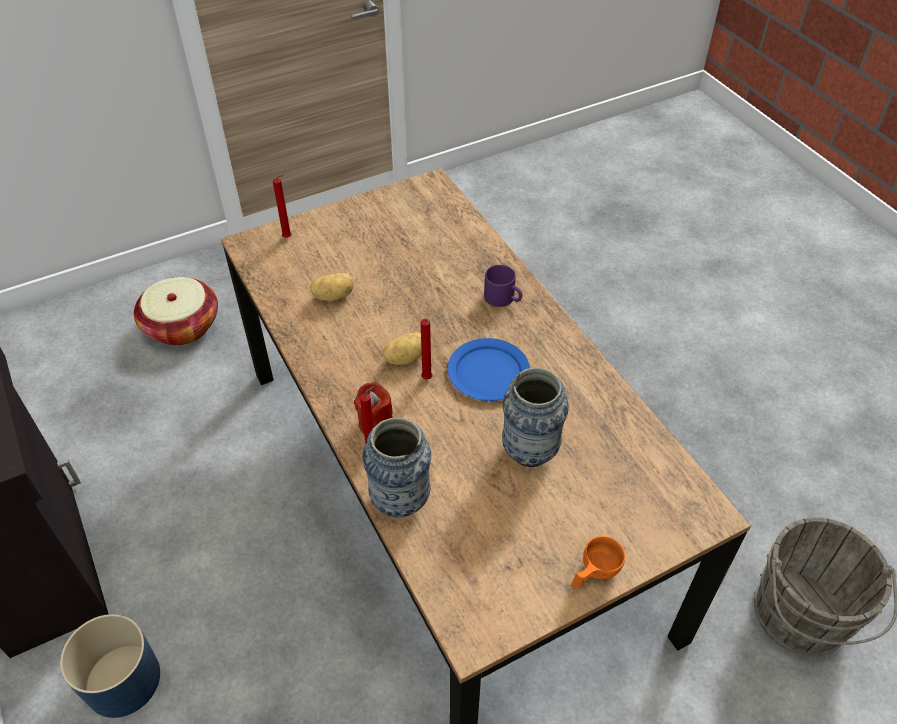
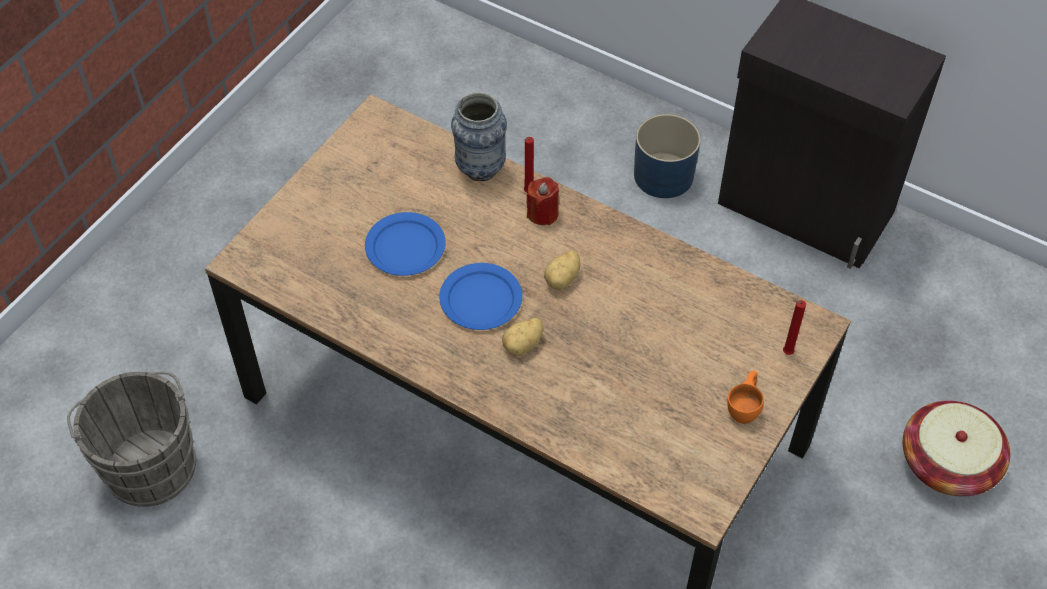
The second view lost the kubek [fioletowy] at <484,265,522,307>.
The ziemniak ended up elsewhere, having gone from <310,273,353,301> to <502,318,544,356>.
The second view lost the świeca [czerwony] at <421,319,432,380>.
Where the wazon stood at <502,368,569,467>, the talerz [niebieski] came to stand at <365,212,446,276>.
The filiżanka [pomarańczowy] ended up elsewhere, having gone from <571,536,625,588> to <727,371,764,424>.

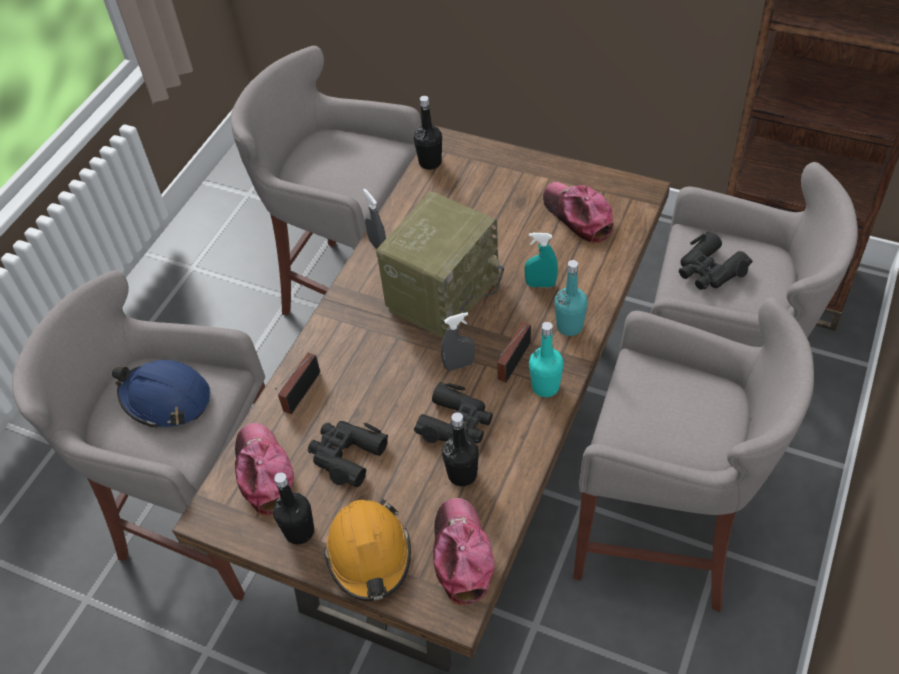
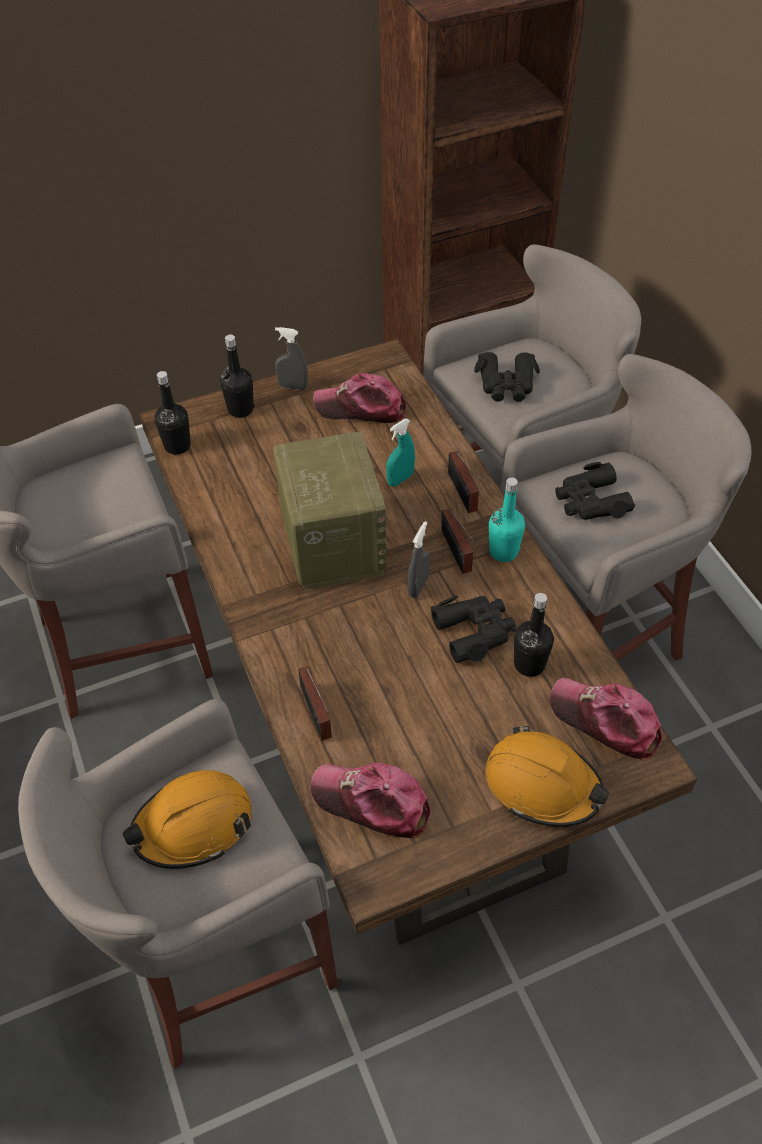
The spryskiwacz [szary] ended up elsewhere, having gone from <363,189,386,249> to <275,327,308,390>.
Where the butelka [turkusowy] stood at <554,260,588,336>, the radio came to stand at <448,451,481,513>.
What was the kask [niebieski] at <112,360,210,428> turned into the kask [pomarańczowy] at <123,770,252,869>.
The lornetka [czarny] ended up elsewhere, having gone from <307,421,388,487> to <555,462,635,520>.
The butelka [czarny] ended up elsewhere, having gone from <273,472,314,545> to <220,335,254,418>.

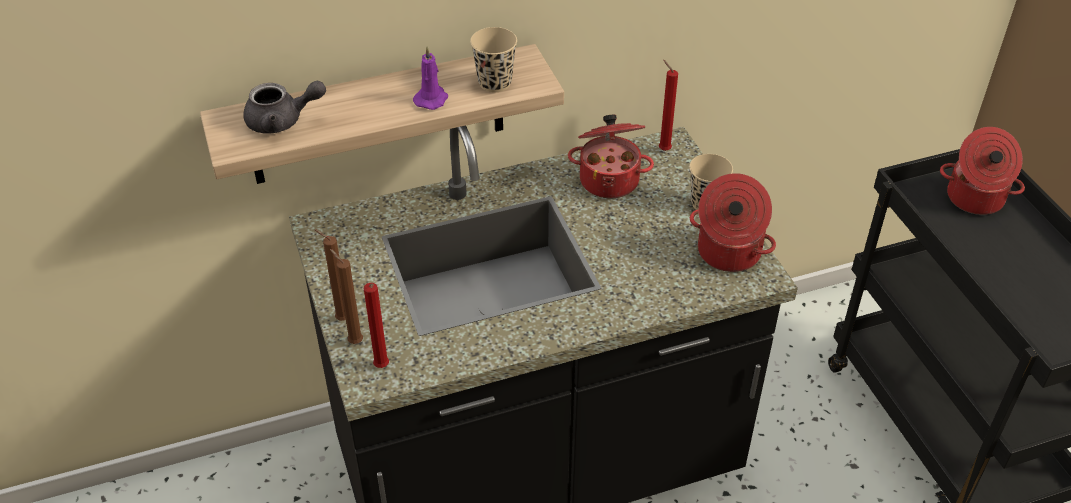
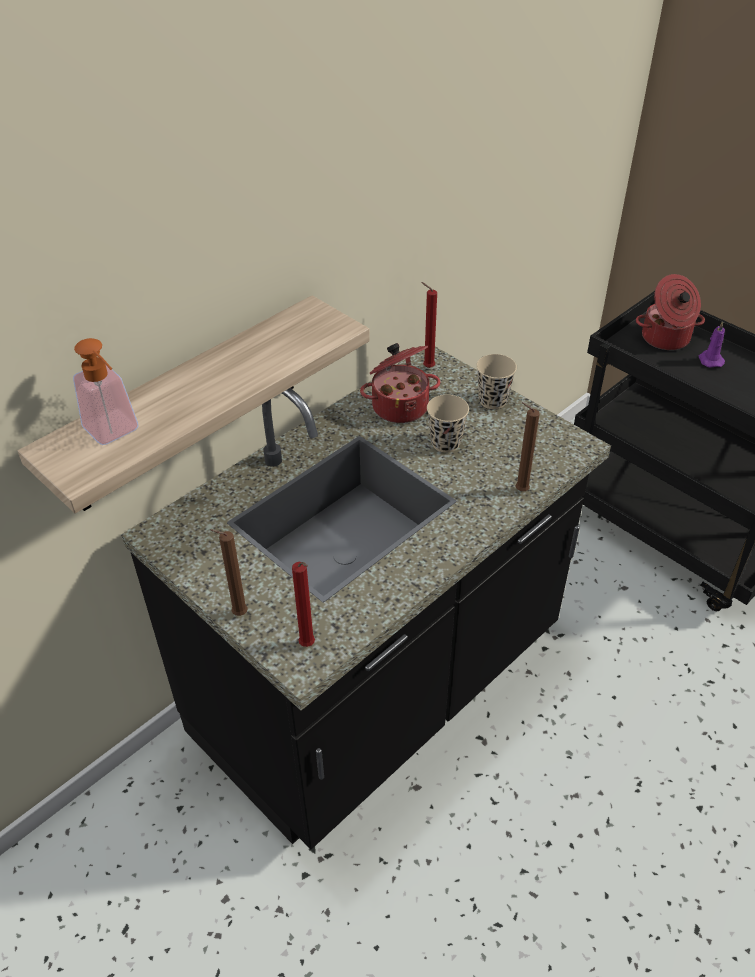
The filiżanka [beżowy] ended up elsewhere, having gone from <470,27,517,92> to <427,395,469,452>.
The świeca [fioletowy] ended up elsewhere, having gone from <413,46,448,110> to <699,321,725,368>.
Where the imbryk [szary] stood at <243,81,326,134>, the dozownik mydła came to stand at <73,338,139,445>.
The second view lost the garnek at <690,173,776,272>.
The świeca [brązowy] ended up elsewhere, having gone from <330,249,363,344> to <516,402,540,491>.

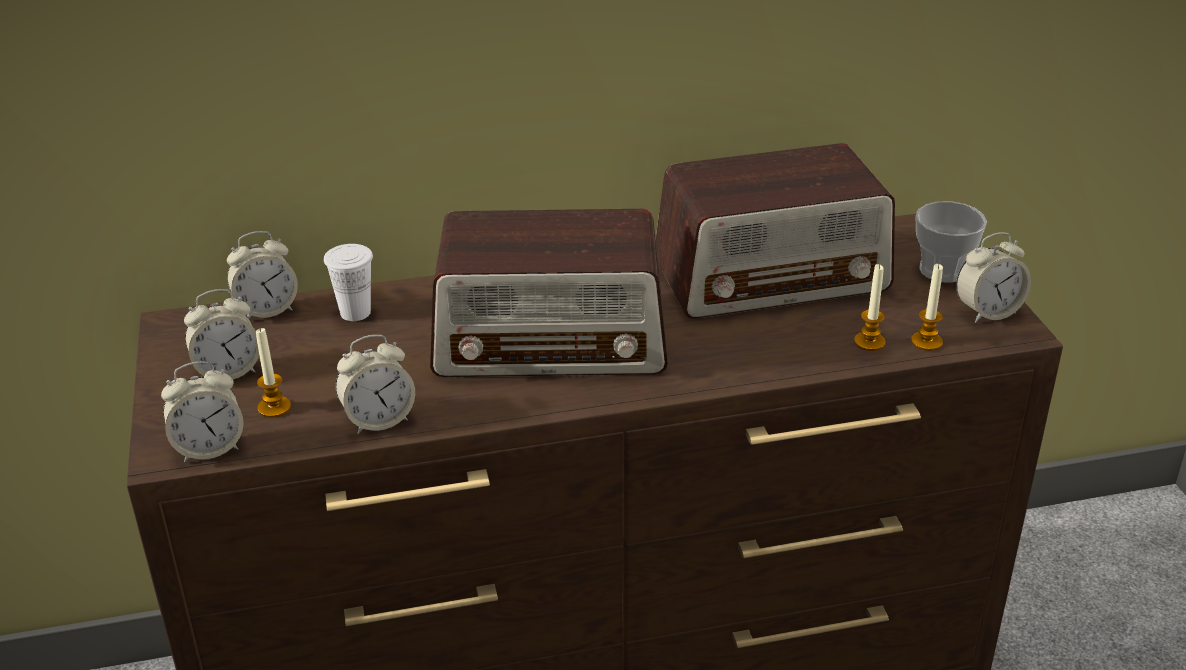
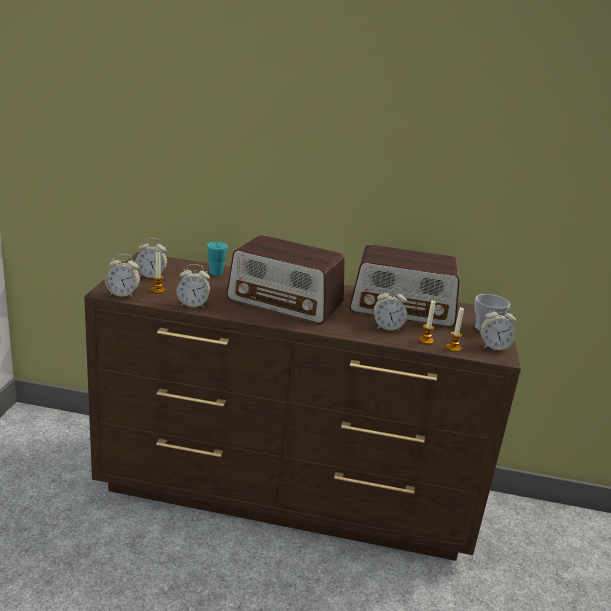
The budzik ended up elsewhere, having gone from <227,231,298,318> to <373,287,407,331>.
What was the filiżanka [biały] at <324,244,373,321> turned into the filiżanka [turkusowy] at <207,242,228,276>.

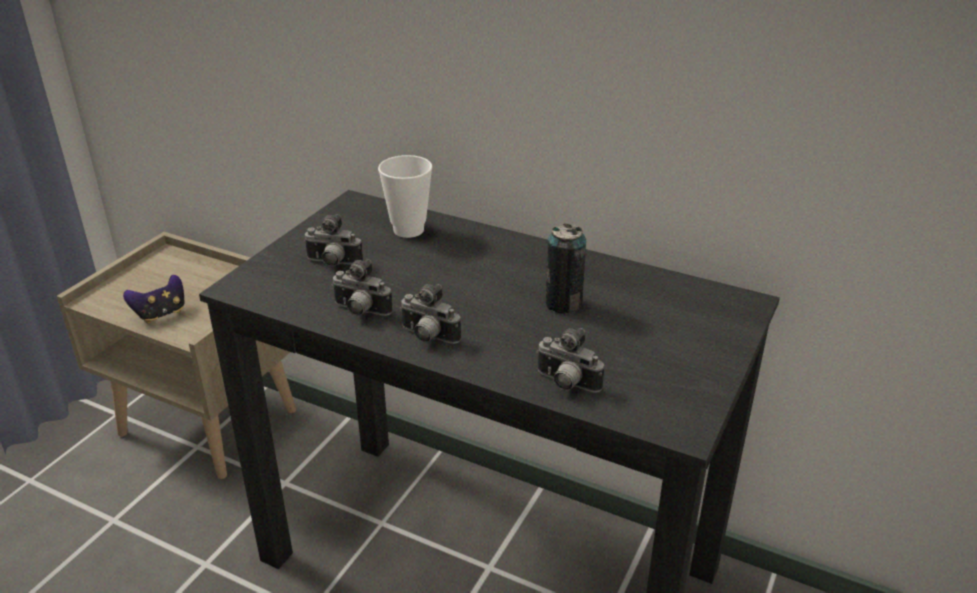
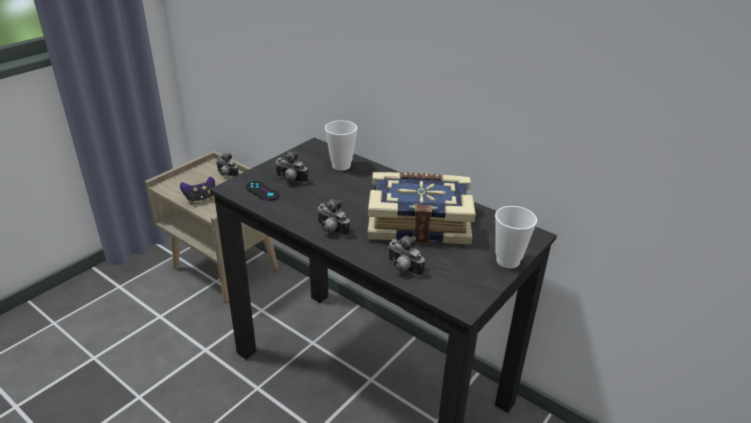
Where the puszka stood at <545,224,586,314>, the książka came to stand at <367,172,476,245>.
The aparat fotograficzny ended up elsewhere, having gone from <331,259,393,316> to <216,153,239,177>.
The second view gained the pad do gier [czarny] at <245,181,280,201>.
The second view gained the filiżanka at <495,206,537,269>.

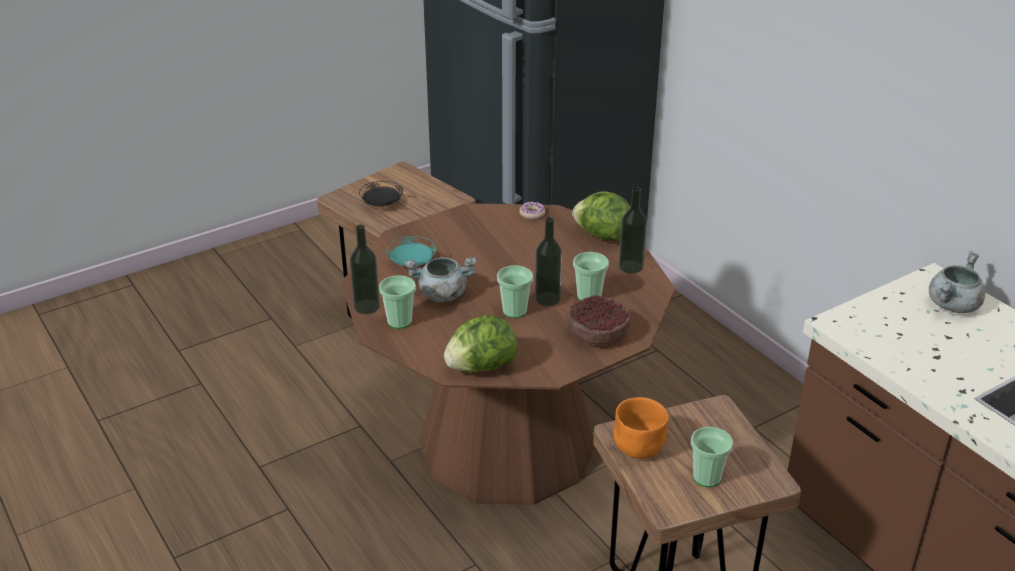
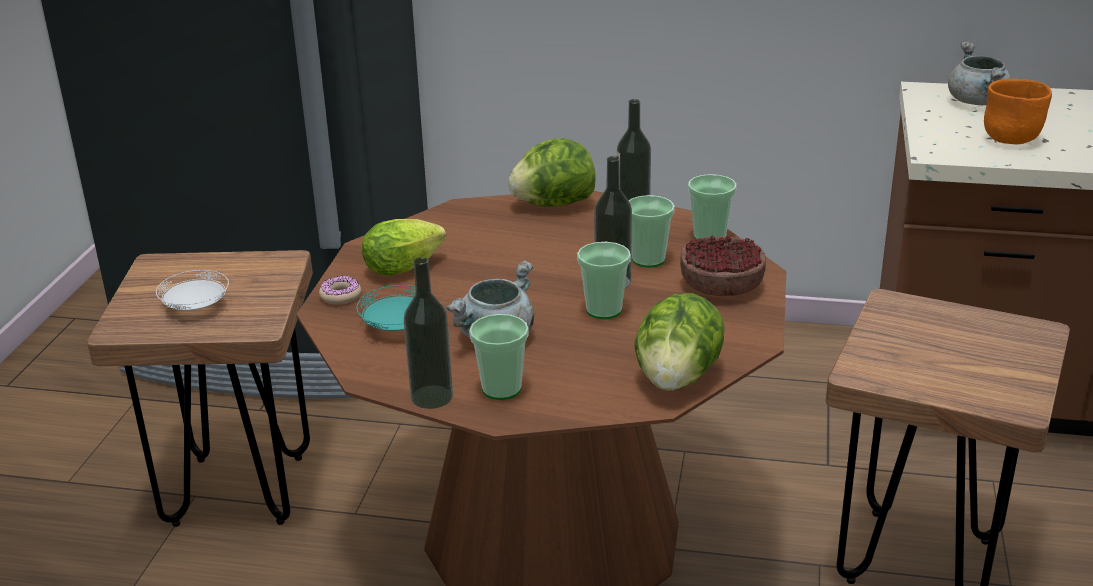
What was the talerz [czarny] at <359,181,403,206> turned into the talerz [biały] at <156,270,229,310>.
The donut ended up elsewhere, having gone from <519,201,545,220> to <319,276,361,305>.
The miska [pomarańczowy] ended up elsewhere, having gone from <613,397,669,459> to <984,79,1052,144>.
The filiżanka ended up elsewhere, having gone from <691,427,733,487> to <688,174,737,239>.
The second view gained the sałata at <362,219,446,276>.

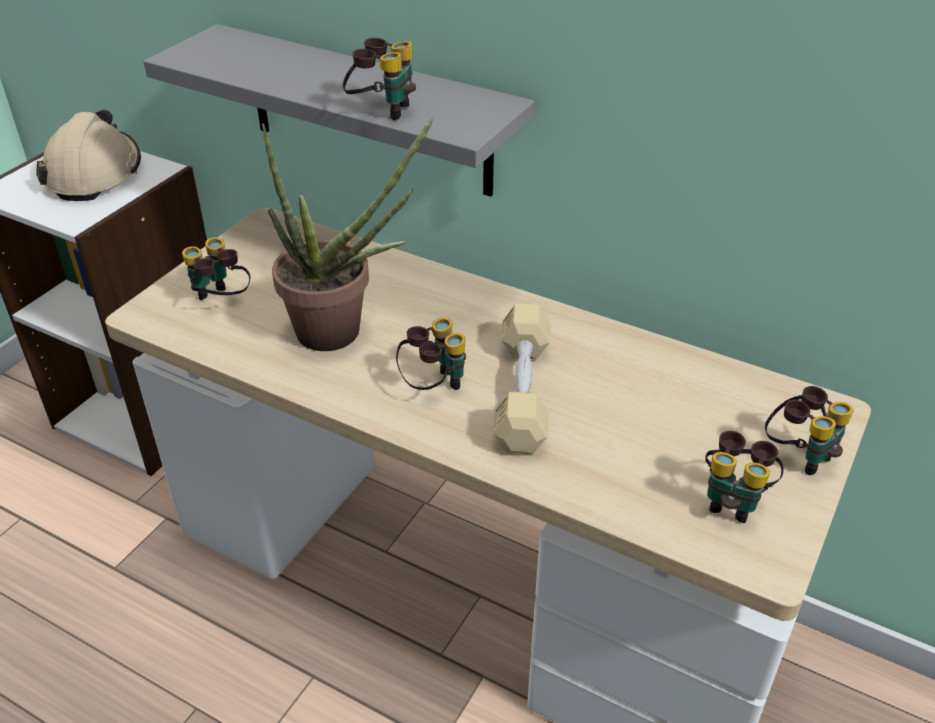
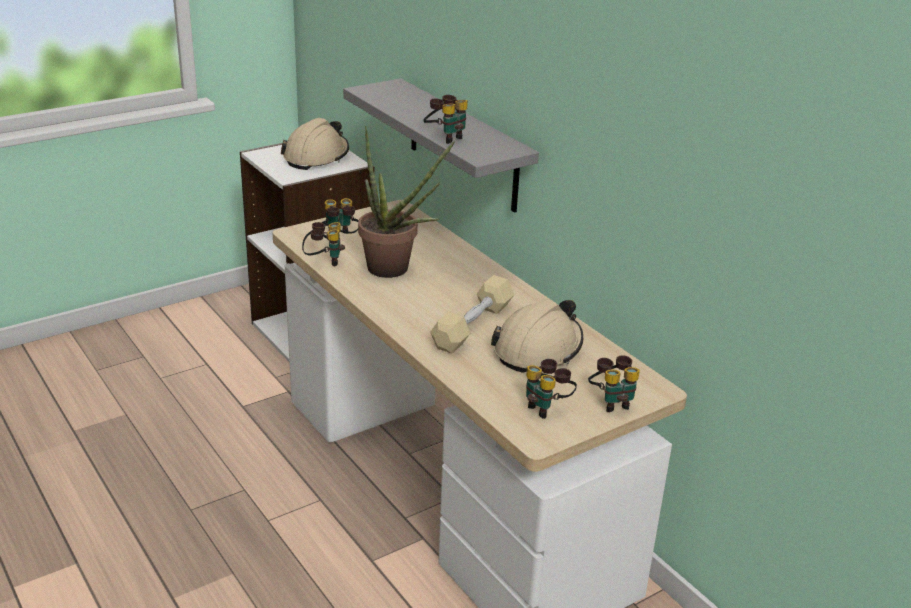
The lornetka ended up elsewhere, having gone from <396,317,466,390> to <302,222,345,266>.
The second view gained the kask [beżowy] at <491,299,583,373>.

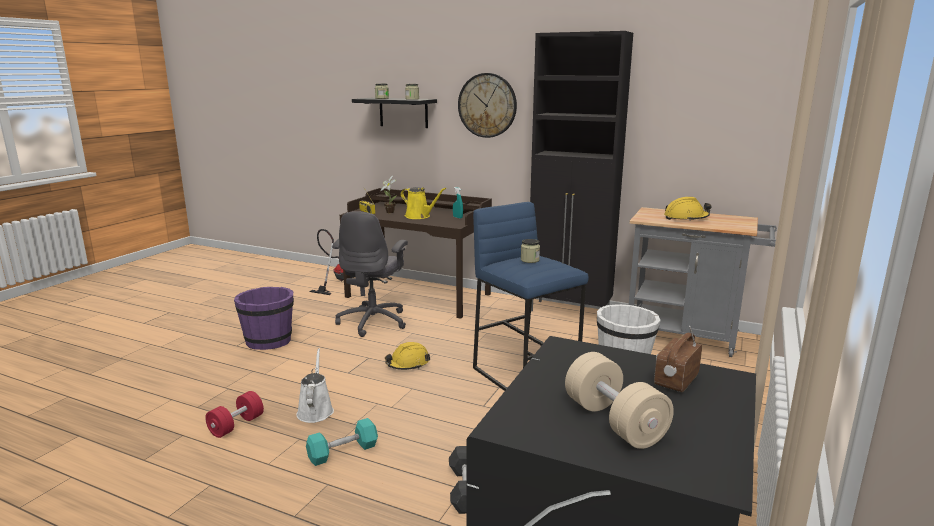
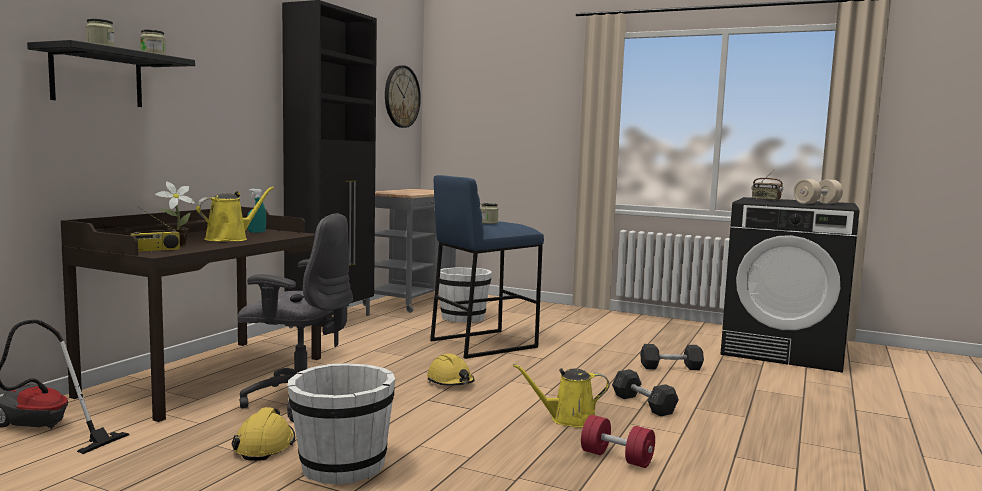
The zegar ścienny ended up elsewhere, having gone from <458,73,517,138> to <385,65,421,128>.
The kask [żółty] ended up elsewhere, having gone from <664,197,712,221> to <231,407,295,461>.
What was the wiadro [fioletowy] at <234,287,294,350> turned into the wiadro [biały] at <288,363,395,485>.
What was the konewka [biały] at <296,348,334,423> turned into the konewka [żółty] at <513,364,610,428>.
What was the hantel [turkusowy] at <306,418,378,466> turned into the hantel [szary] at <612,369,679,416>.

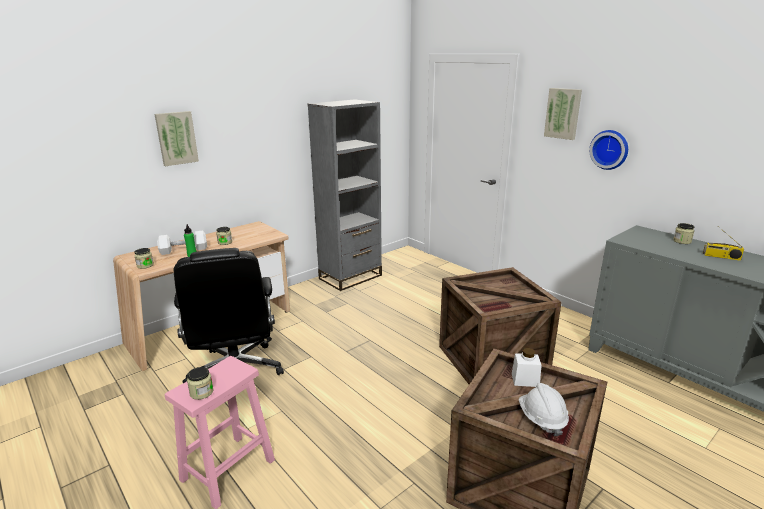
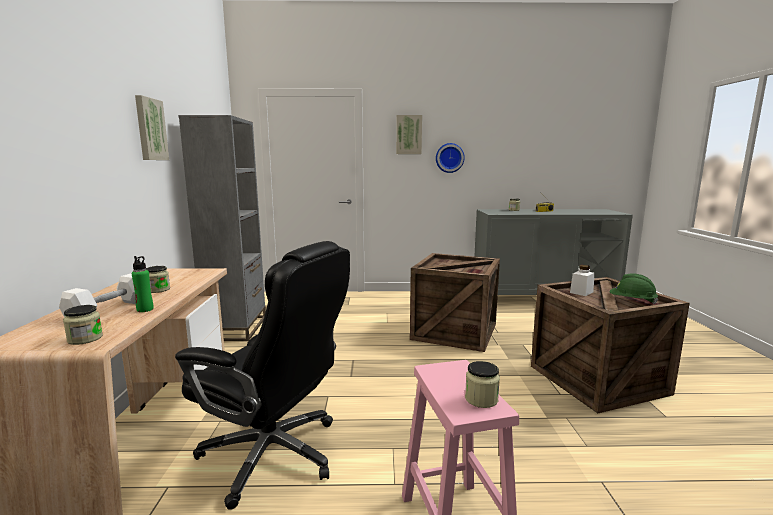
The obraz ended up elsewhere, having gone from <154,111,199,166> to <135,95,169,160>.
What was the kask [biały] at <519,383,569,436> turned into the kask [zielony] at <610,273,658,304>.

